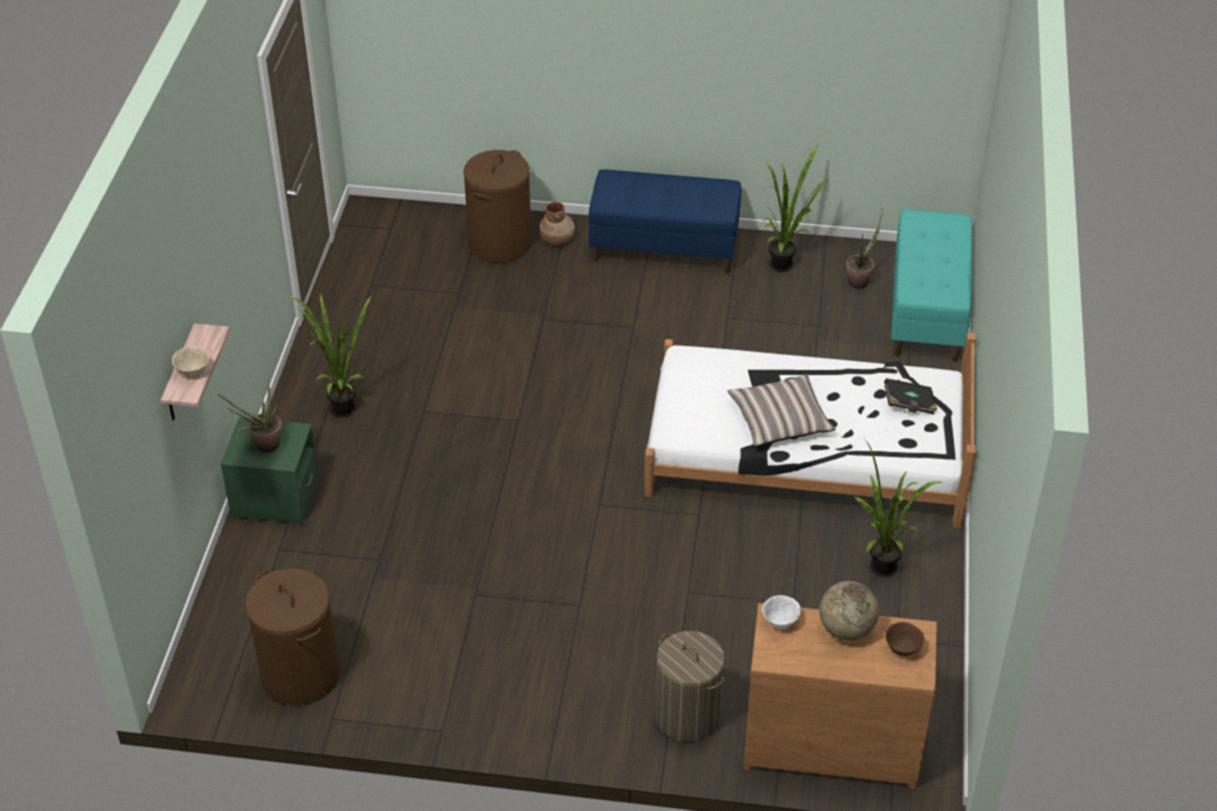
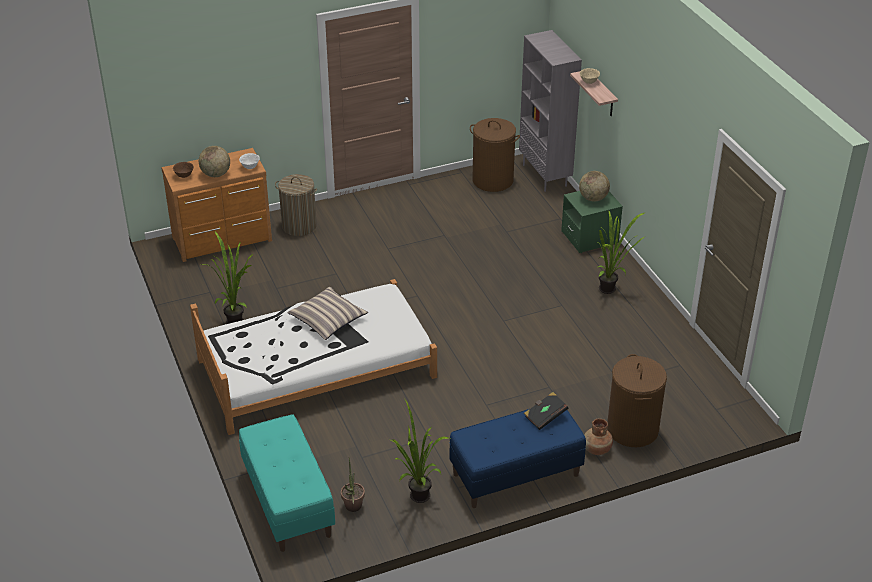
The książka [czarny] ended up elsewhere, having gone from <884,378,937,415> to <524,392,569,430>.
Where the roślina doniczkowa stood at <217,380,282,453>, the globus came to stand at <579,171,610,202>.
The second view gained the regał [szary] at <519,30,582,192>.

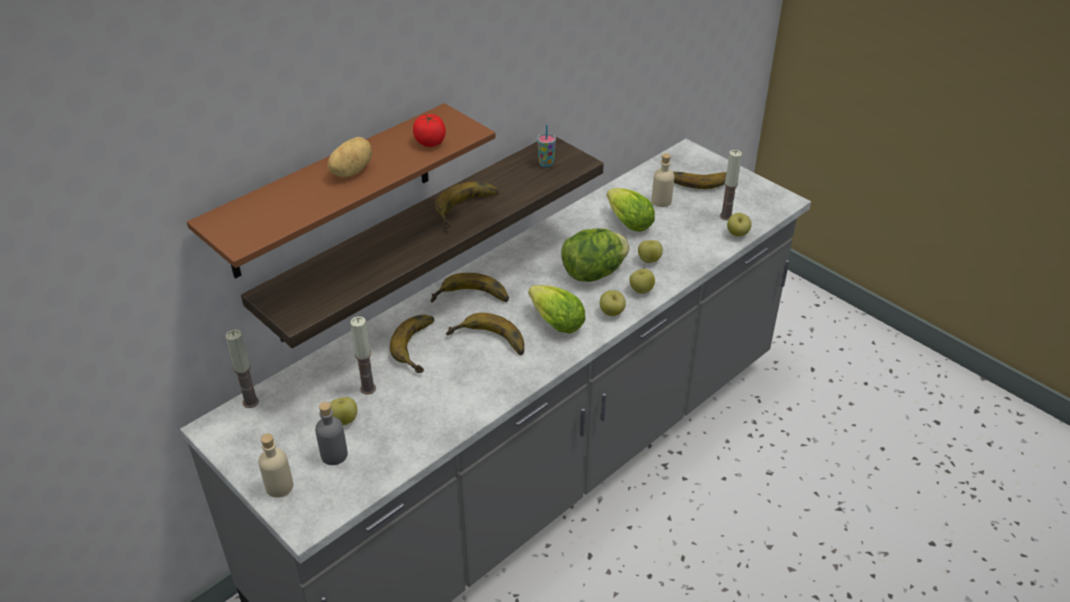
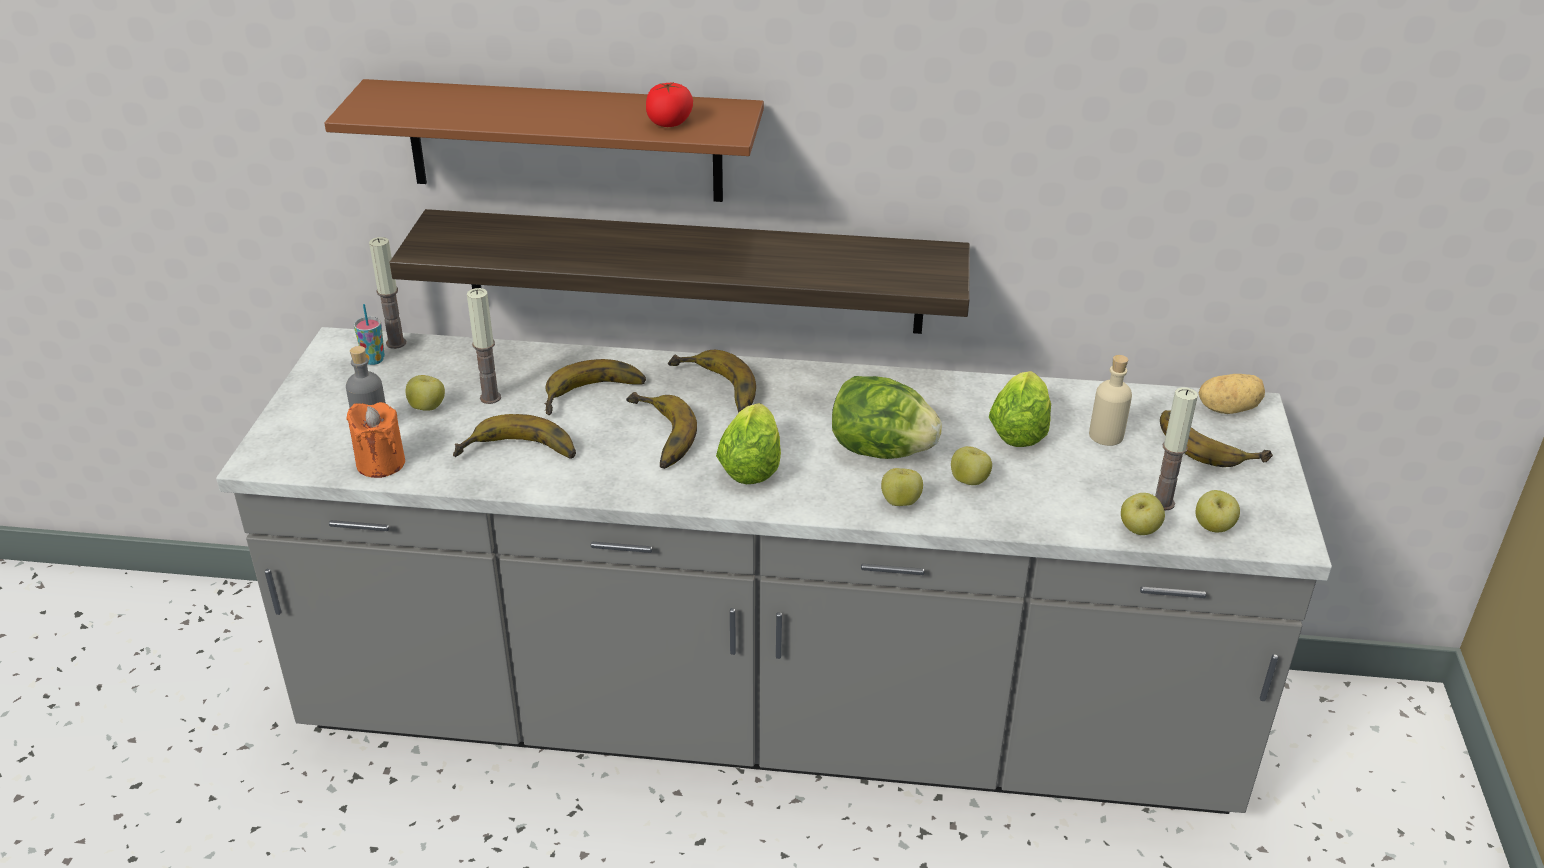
The filiżanka ended up elsewhere, having gone from <537,124,556,167> to <354,304,385,365>.
The ziemniak ended up elsewhere, having gone from <327,137,372,177> to <1199,374,1265,414>.
The banan ended up elsewhere, having gone from <435,181,499,228> to <453,414,576,459>.
The jabłko ended up elsewhere, having gone from <600,290,626,316> to <1196,490,1240,532>.
The second view lost the butelka [beżowy] at <258,434,294,498>.
The second view gained the świeca [pomarańczowy] at <346,402,405,478>.

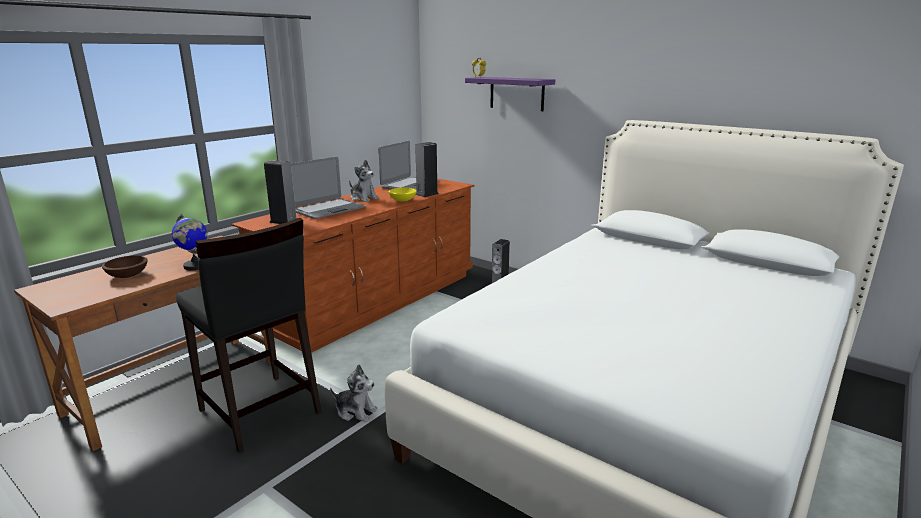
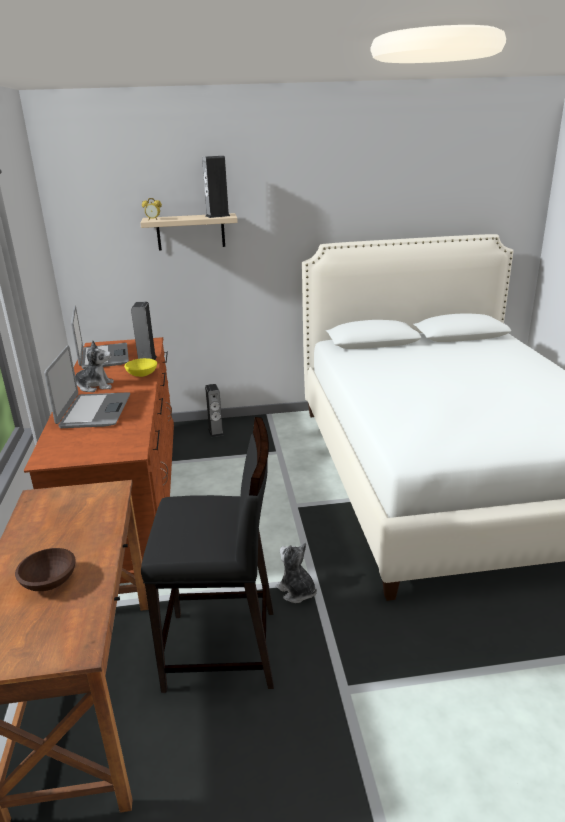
What was the półka [fioletowy] at <465,77,555,111> turned into the półka [beżowy] at <141,213,238,251>.
The głośnik ended up elsewhere, having gone from <264,160,297,224> to <202,156,230,218>.
The second view lost the globus at <172,214,207,270>.
The pluszak at <330,364,378,422> ended up facing another way, 105 degrees counterclockwise from before.

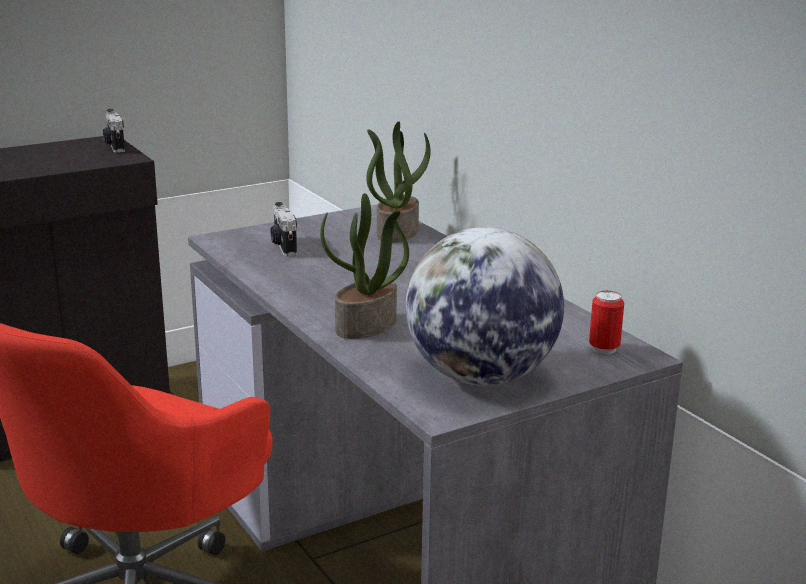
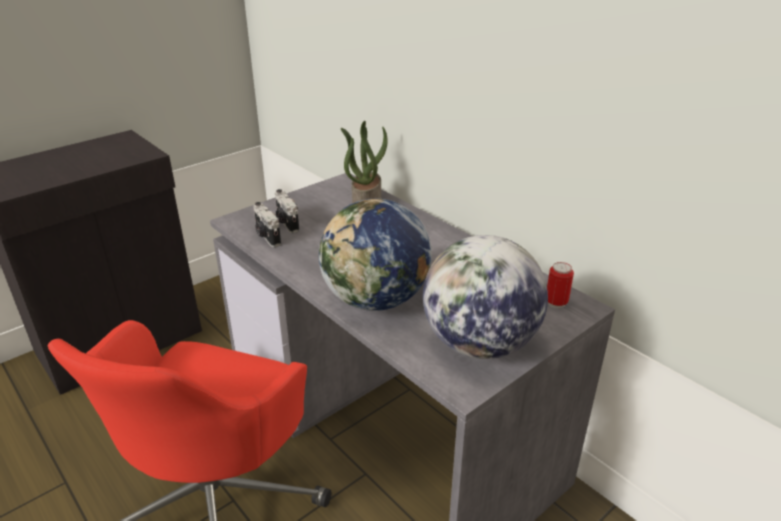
The aparat fotograficzny ended up elsewhere, having gone from <103,109,125,153> to <253,202,281,247>.
Where the roślina doniczkowa stood at <320,193,409,339>, the globus came to stand at <319,199,432,311>.

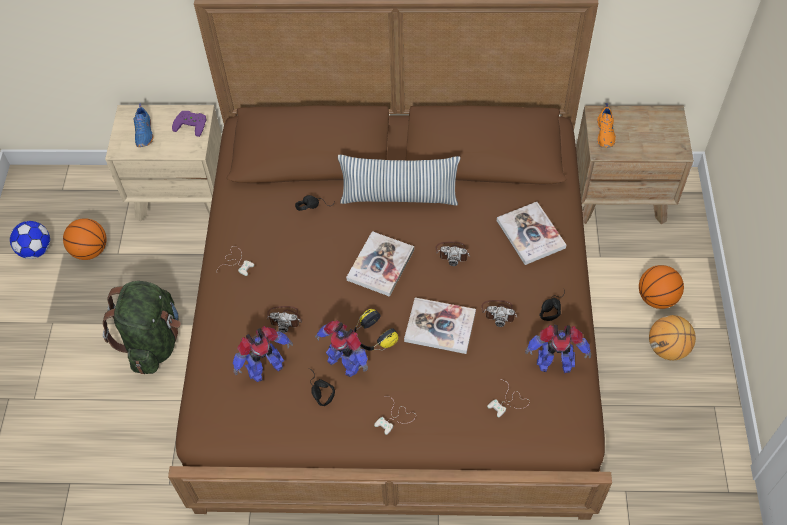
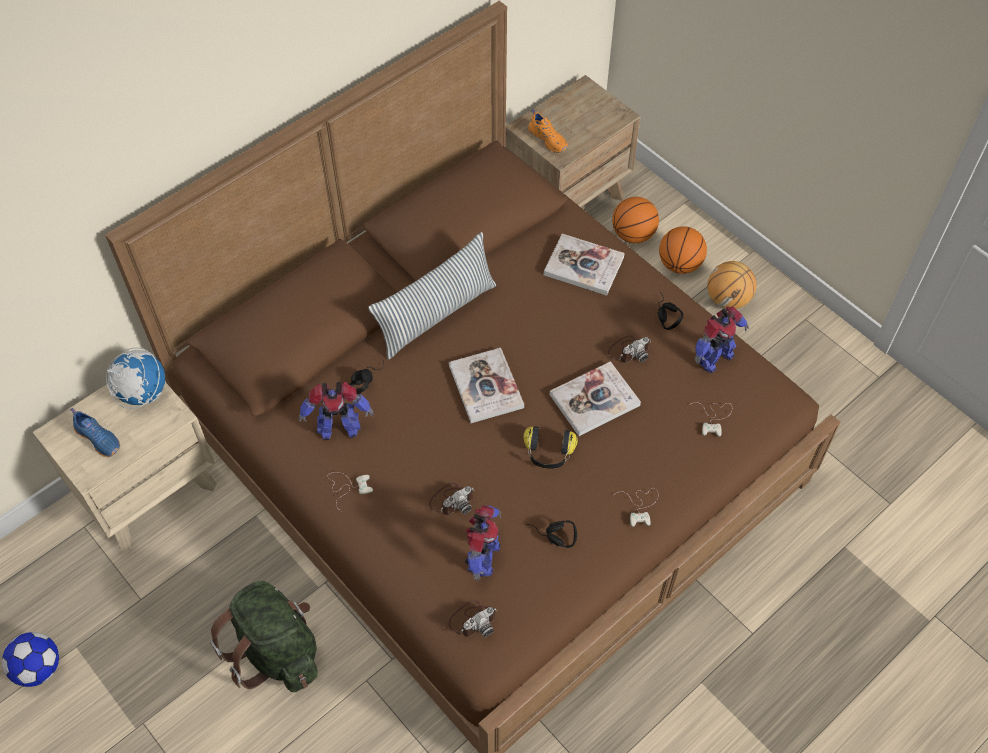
Where the pad do gier [fioletowy] stood at <172,111,206,137>, the globus came to stand at <106,347,165,409>.
The piłka do koszykówki ended up elsewhere, having gone from <63,218,107,260> to <612,197,659,243>.
The aparat fotograficzny ended up elsewhere, having gone from <436,242,470,266> to <448,600,497,637>.
The robot zabawkowy ended up elsewhere, having gone from <315,320,368,377> to <299,382,374,440>.

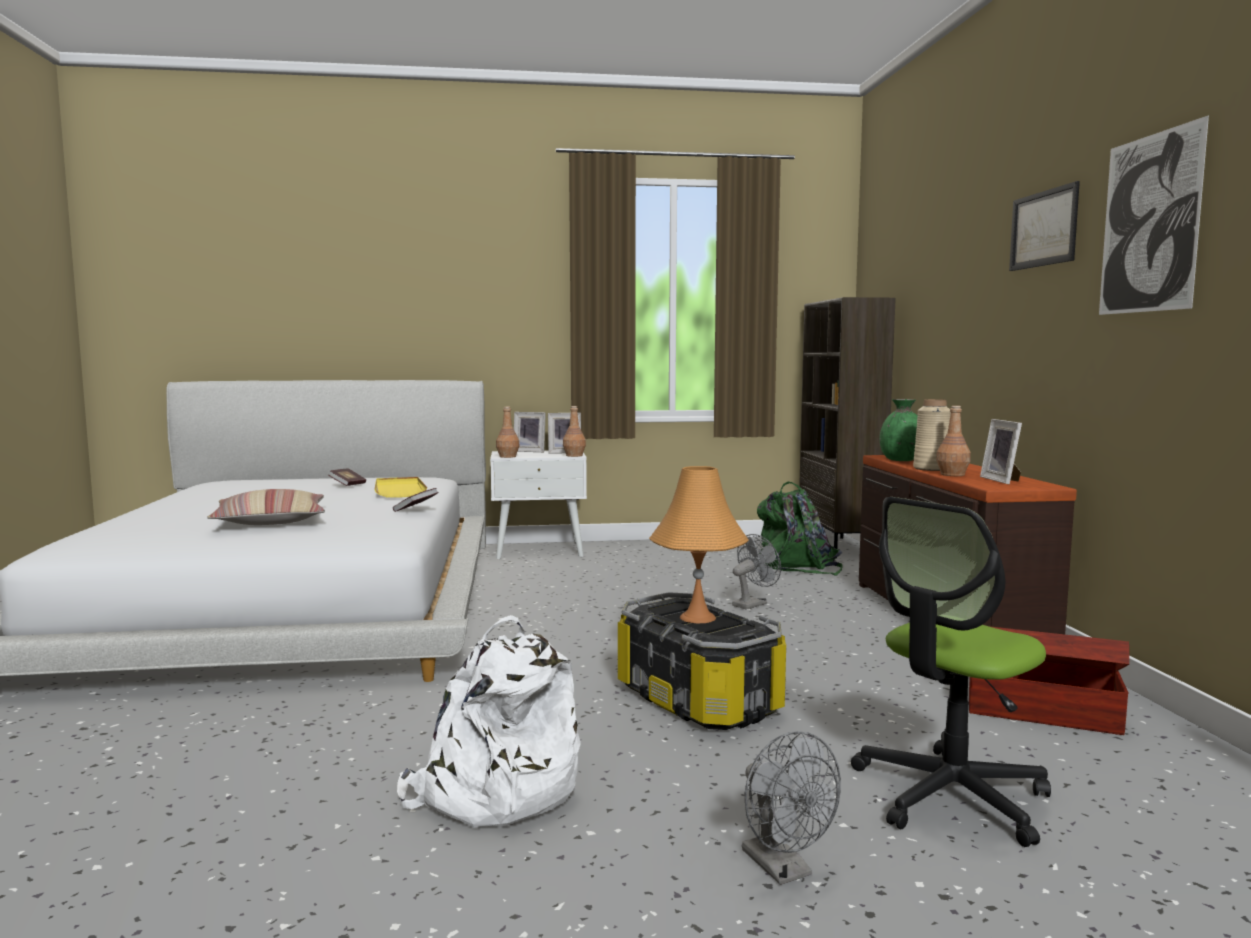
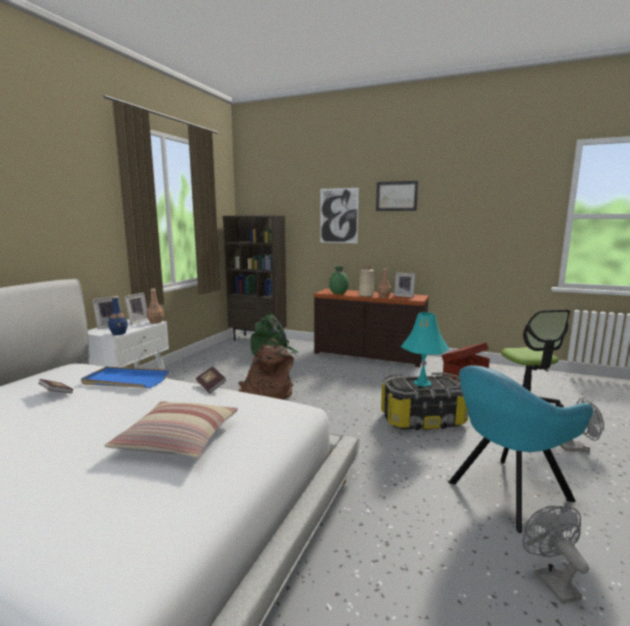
The obraz ended up elsewhere, having gone from <1099,115,1209,315> to <320,188,359,243>.
What was the butelka [brązowy] at <496,407,520,458> turned into the butelka [niebieski] at <108,296,128,335>.
What was the lampa stołowa [pomarańczowy] at <649,466,749,623> turned into the lampa stołowa [turkusowy] at <401,312,449,386>.
What was the taca [żółty] at <374,477,427,497> turned into the taca [niebieski] at <81,367,169,388>.
The wentylator [szary] ended up elsewhere, having gone from <732,534,781,610> to <523,506,589,604>.
Where the plecak [biały] stood at <397,615,581,828>, the fotel [turkusowy] came to stand at <448,365,593,533>.
The second view gained the plecak [brązowy] at <238,339,294,400>.

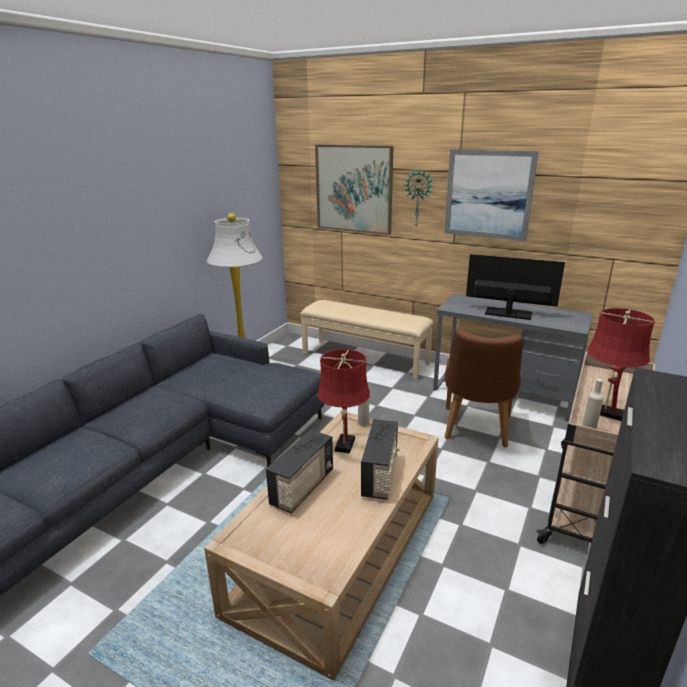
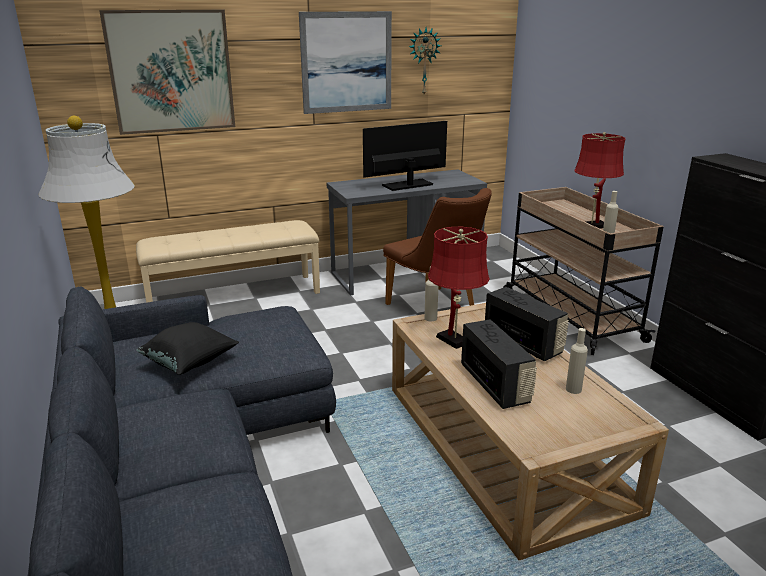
The zegar ścienny ended up elsewhere, having gone from <404,169,434,228> to <409,28,441,94>.
The second view gained the poduszka [czarny] at <136,322,239,375>.
The second view gained the butelka [beżowy] at <566,328,588,394>.

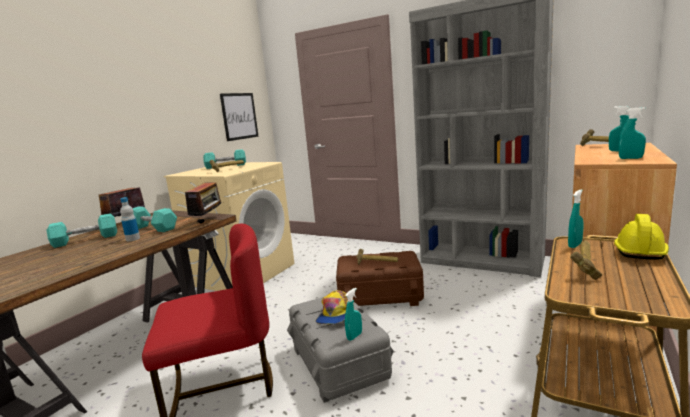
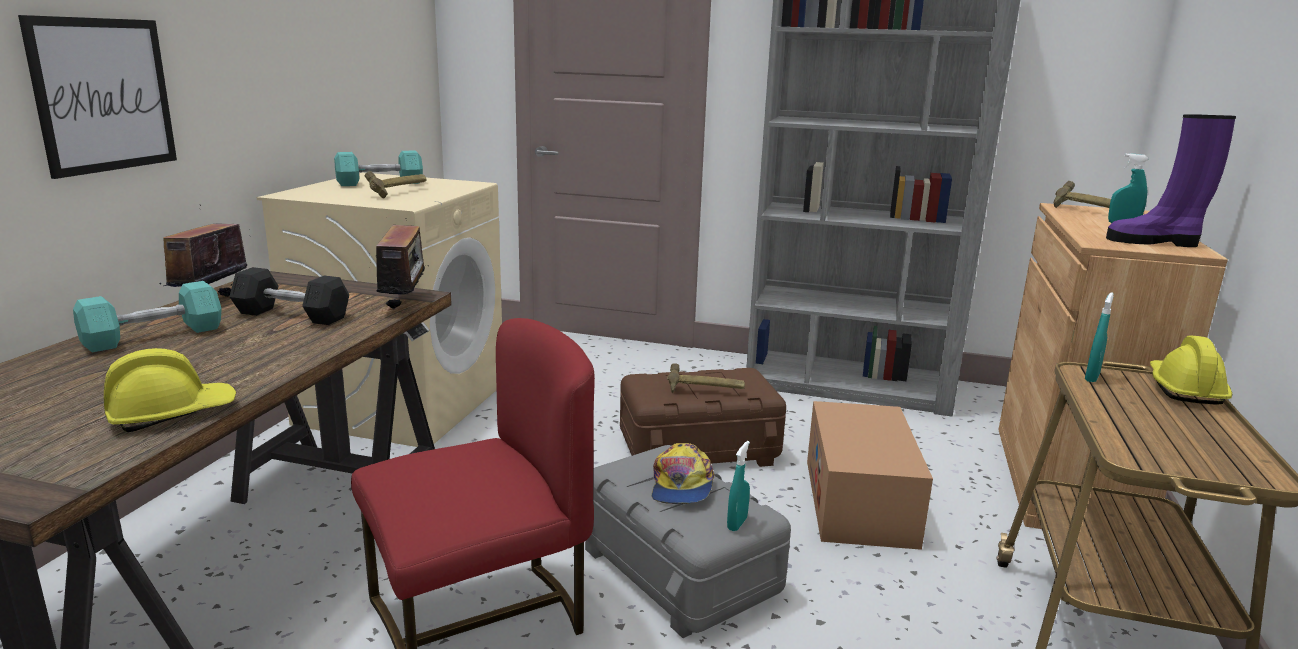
The obraz ended up elsewhere, having gone from <220,93,259,141> to <18,15,177,179>.
Where the spryskiwacz [turkusowy] stood at <619,107,646,159>, the but z cholewką [fioletowy] came to stand at <1106,114,1236,247>.
The second view lost the butelka at <120,197,140,241>.
What was the hantel [turkusowy] at <133,207,177,232> turned into the hantel [czarny] at <229,267,349,325>.
The second view lost the młotek at <570,240,602,280>.
The second view gained the kask [żółty] at <104,348,236,432>.
The second view gained the karton at <807,401,933,550>.

